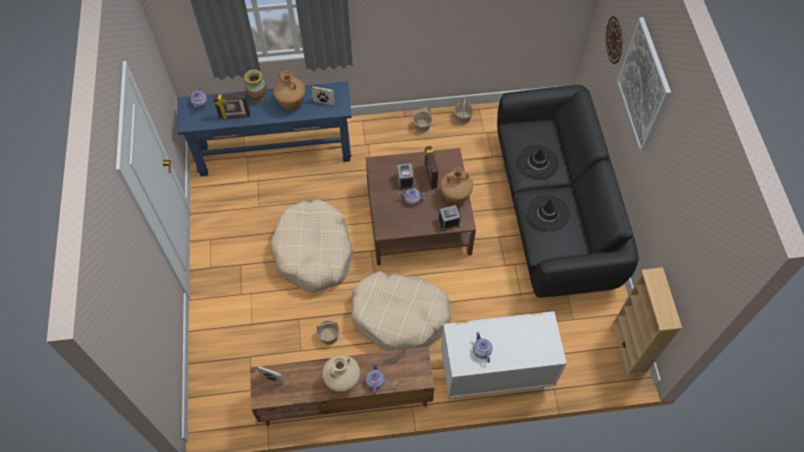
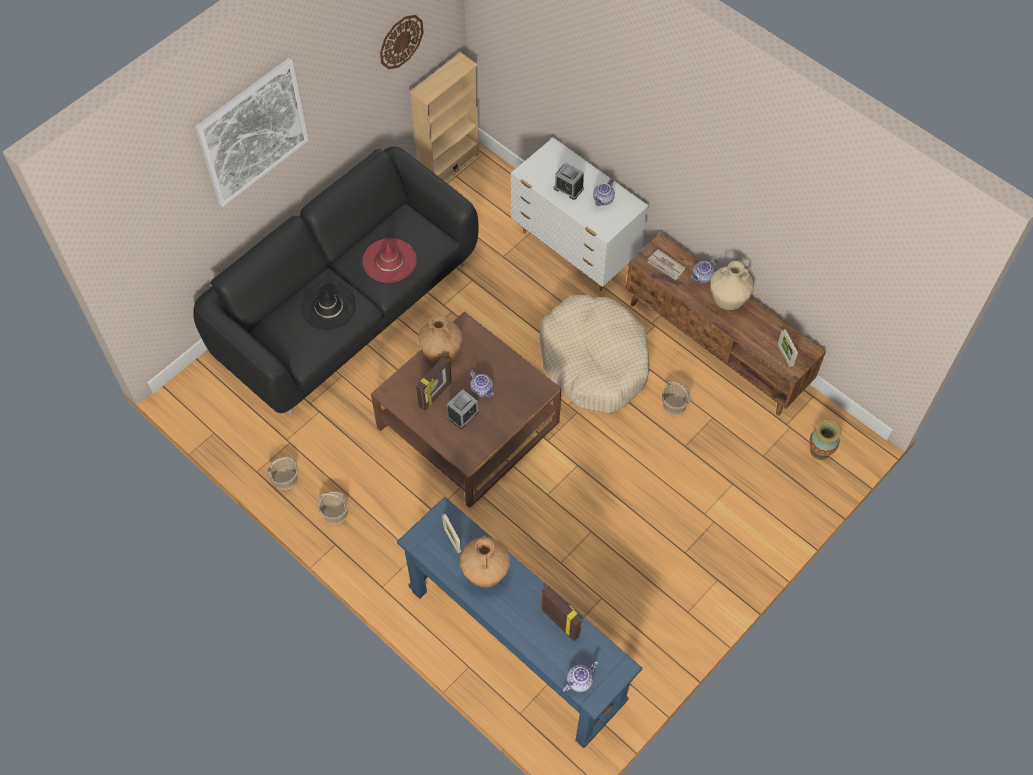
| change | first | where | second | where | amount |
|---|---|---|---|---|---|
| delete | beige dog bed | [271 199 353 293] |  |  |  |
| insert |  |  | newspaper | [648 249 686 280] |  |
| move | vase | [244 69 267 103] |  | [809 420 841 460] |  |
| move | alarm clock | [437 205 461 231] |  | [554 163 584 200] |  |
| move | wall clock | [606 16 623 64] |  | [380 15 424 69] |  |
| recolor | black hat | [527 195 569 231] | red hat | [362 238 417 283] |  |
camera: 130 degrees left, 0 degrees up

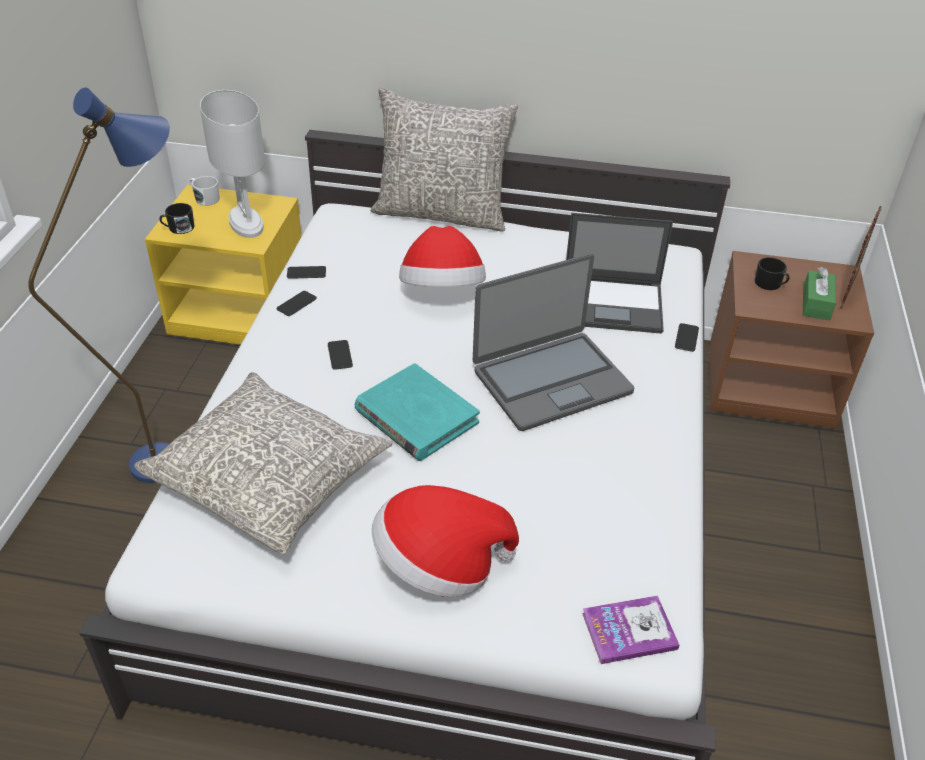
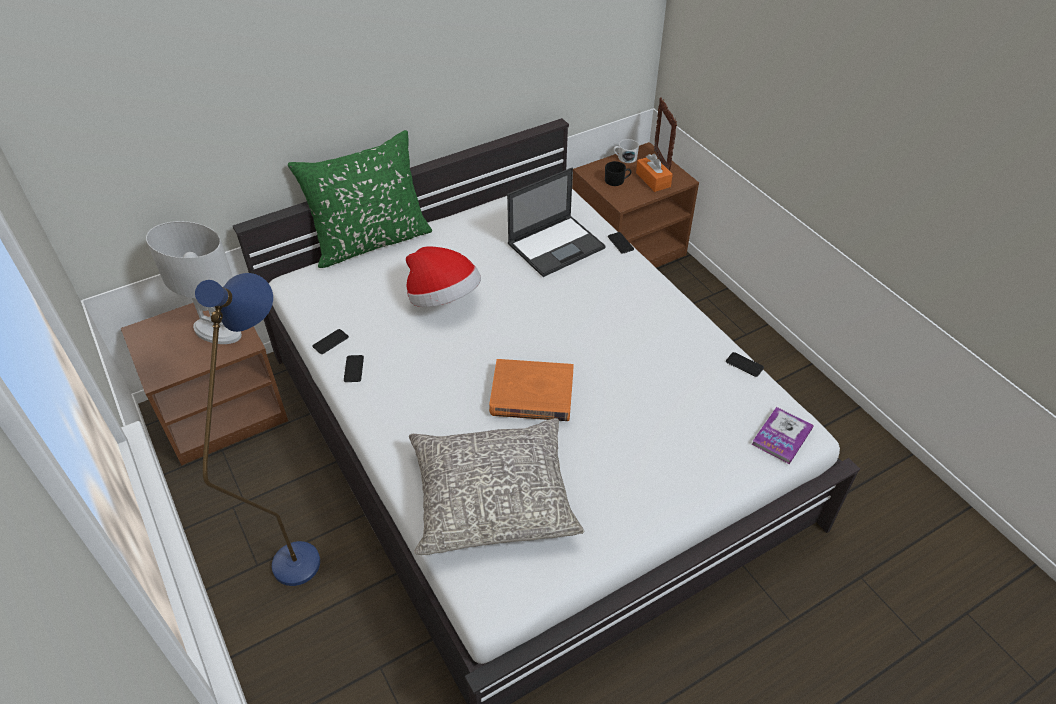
| change | first | where | second | where | amount |
|---|---|---|---|---|---|
| delete | black mug | [159 203 195 234] |  |  |  |
| delete | hat | [372 485 519 597] |  |  |  |
| delete | laptop | [473 254 635 431] |  |  |  |
| move | white mug | [189 176 220 206] |  | [613 139 639 163] |  |
| move | phone | [328 340 353 370] |  | [726 352 764 377] |  |
| recolor | yellow nightstand | [145 185 302 345] | brown nightstand | [121 303 288 466] |  |
| recolor | turquoise book | [355 363 480 461] | orange book | [489 359 574 421] |  |
| recolor | grey pillow | [370 87 518 232] | green pillow | [288 130 432 268] |  |
| recolor | green tissue box | [803 267 836 320] | orange tissue box | [636 154 673 192] |  |
camera: 40 degrees left, 5 degrees up

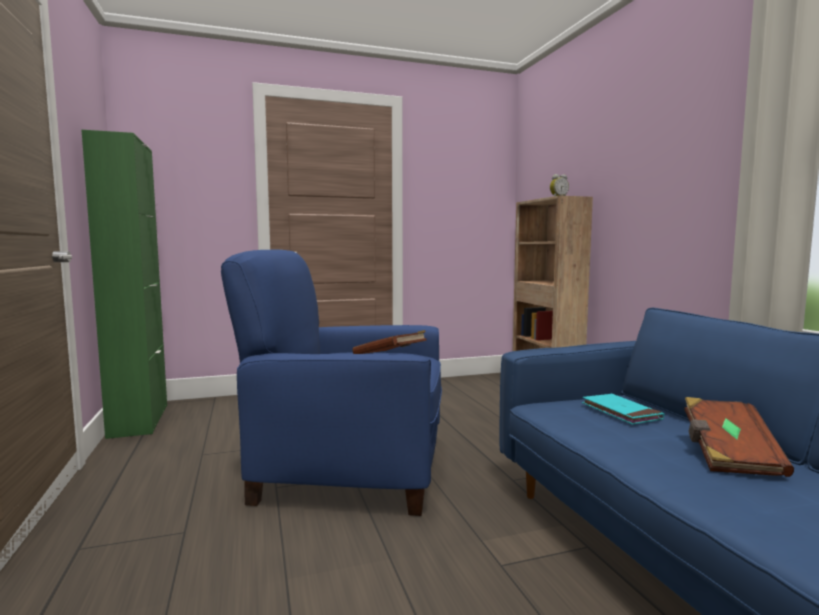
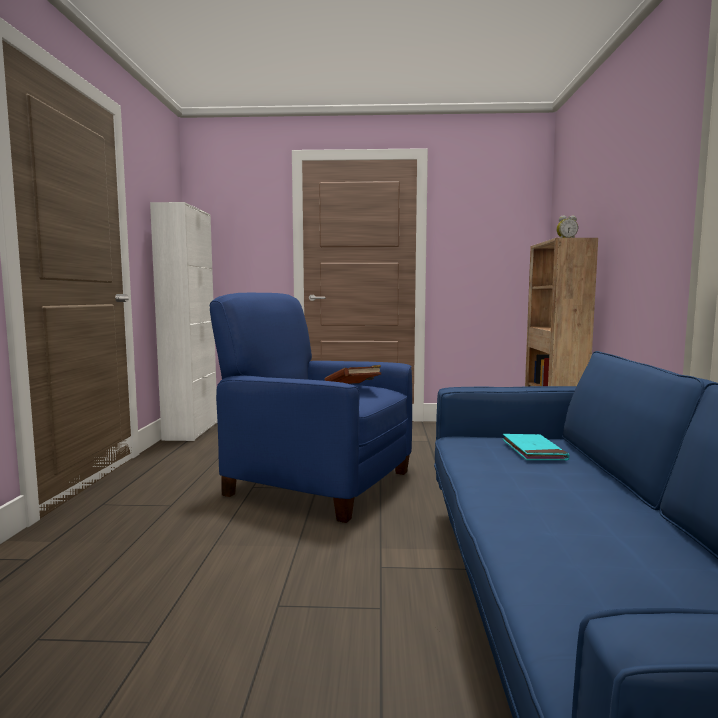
| change | first | where | second | where | amount |
|---|---|---|---|---|---|
| delete | brown book | [684 397 794 477] |  |  |  |
| recolor | green cabinet | [82 130 167 439] | white cabinet | [150 202 218 441] |  |
camera: 20 degrees right, 0 degrees up

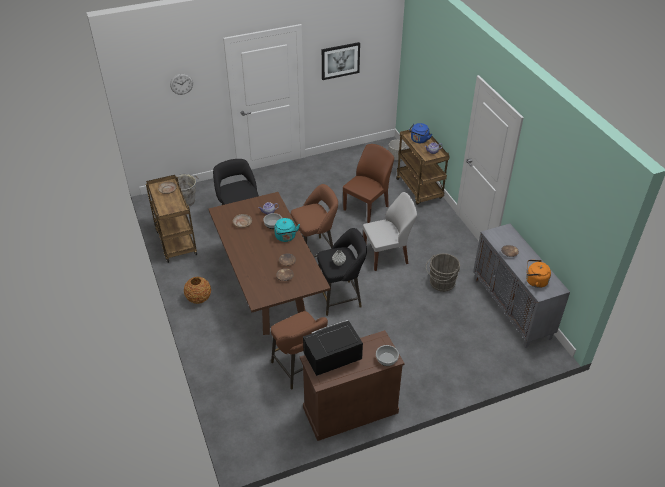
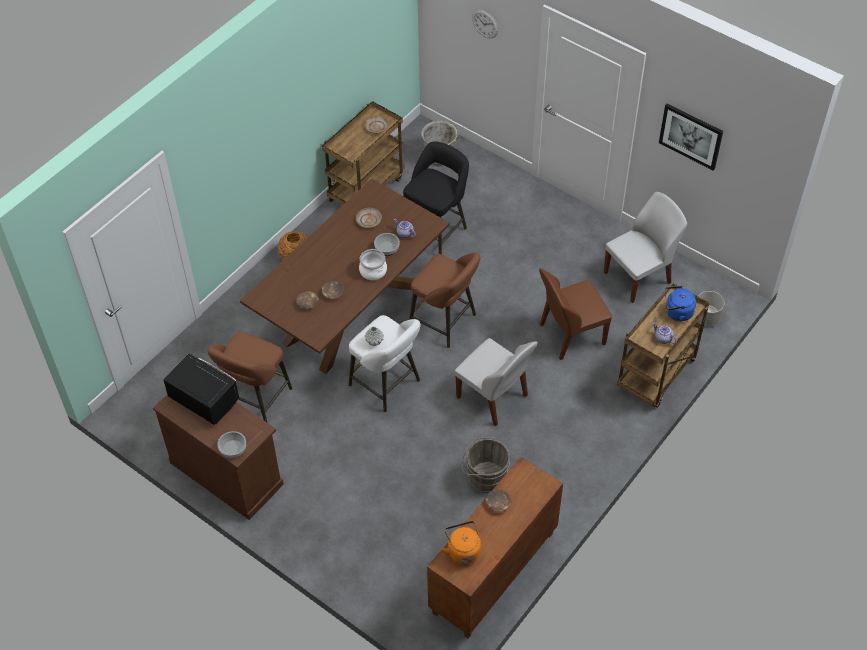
| change | first | where | second | where | amount |
|---|---|---|---|---|---|
| insert |  |  | white chair | [604 192 687 303] |  |
| replace | turquoise kettle | [274 218 300 242] | cooking pot | [359 249 387 280] |  |
| recolor | black stool | [317 228 367 316] | white stool | [349 315 421 412] |  |
| recolor | grey cabinet | [473 224 570 348] | brown cabinet | [427 457 563 639] |  |
| rotate | brown chair | [343 144 394 223] |  | [539 269 612 360] | 150 degrees clockwise |
camera: 60 degrees right, 10 degrees up

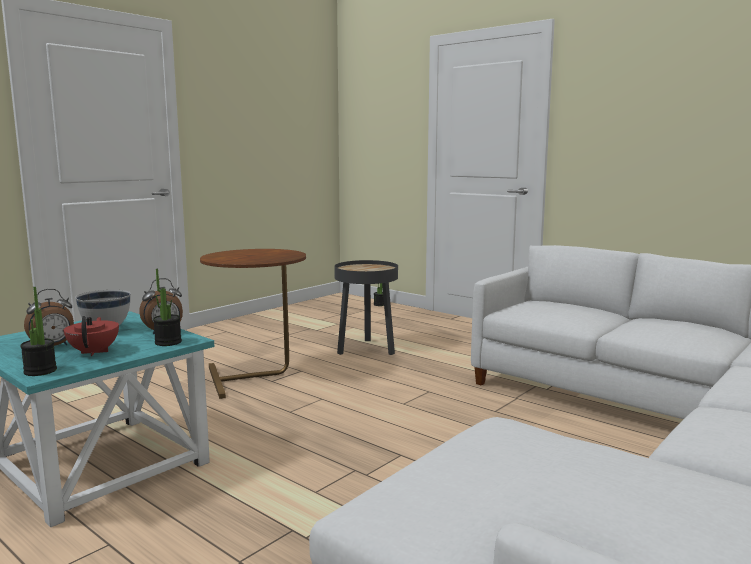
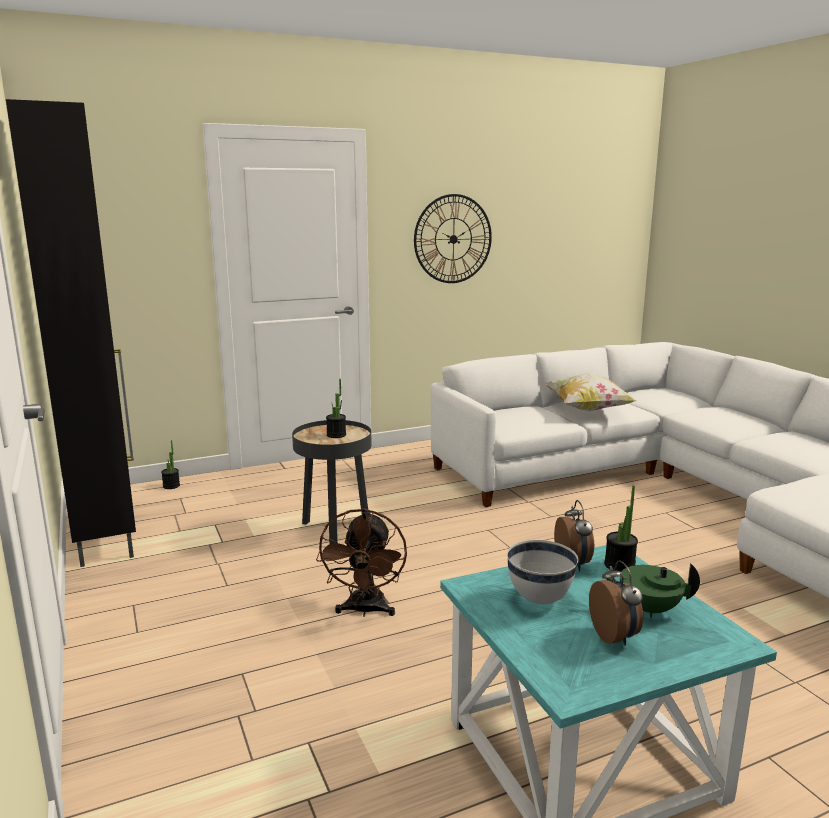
| change | first | where | second | where | amount |
|---|---|---|---|---|---|
| insert |  |  | black cabinet | [6 99 136 567] |  |
| insert |  |  | wall clock | [414 194 492 283] |  |
| insert |  |  | pillow | [545 373 638 411] |  |
| move | potted plant | [20 287 57 376] |  | [326 379 346 438] |  |
| replace | brown side table | [200 249 306 399] | brown fan | [316 508 407 617] |  |
| recolor | red teapot | [64 316 119 356] | green teapot | [602 563 700 618] |  |
camera: 65 degrees left, 5 degrees up

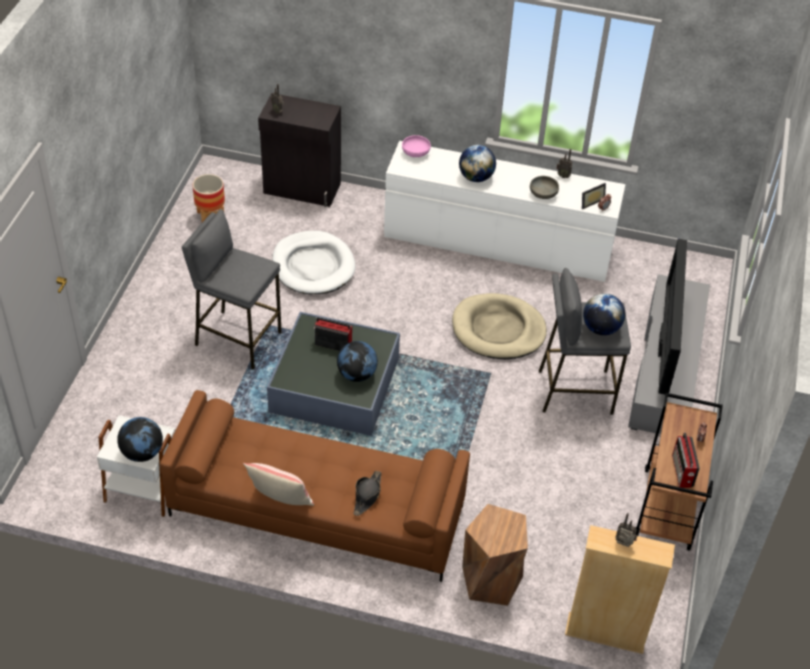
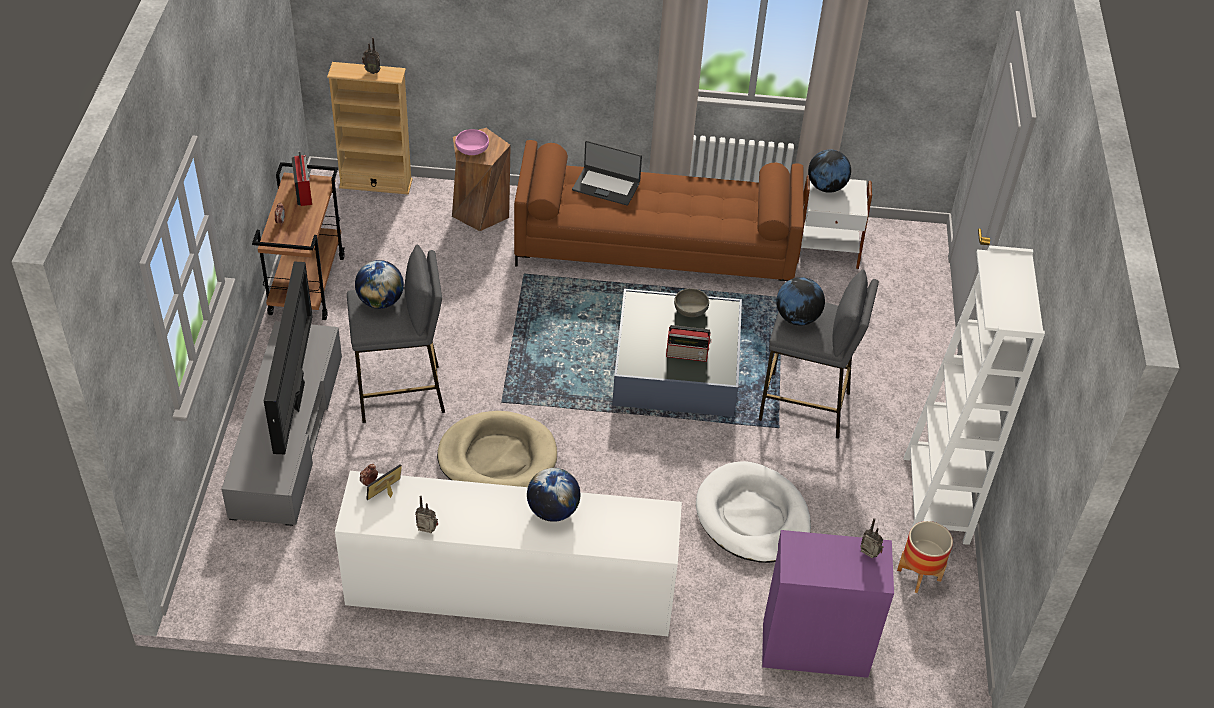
| change | first | where | second | where | amount |
|---|---|---|---|---|---|
| delete | pillow | [243 463 314 506] |  |  |  |
| insert |  |  | white bookcase | [904 245 1045 545] |  |
| move | globe | [337 341 378 382] |  | [776 277 825 326] |  |
| move | pink bowl | [402 135 431 157] |  | [455 129 489 155] |  |
| move | grey bowl | [530 176 559 199] |  | [674 288 709 317] |  |
| replace | black hat | [353 471 381 516] | laptop | [572 140 642 206] |  |
| recolor | black cabinet | [258 93 341 207] | purple cabinet | [762 530 894 678] |  |
camera: 170 degrees right, 0 degrees up

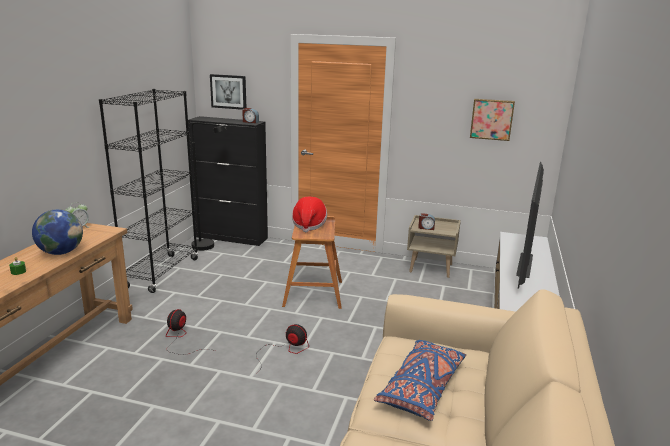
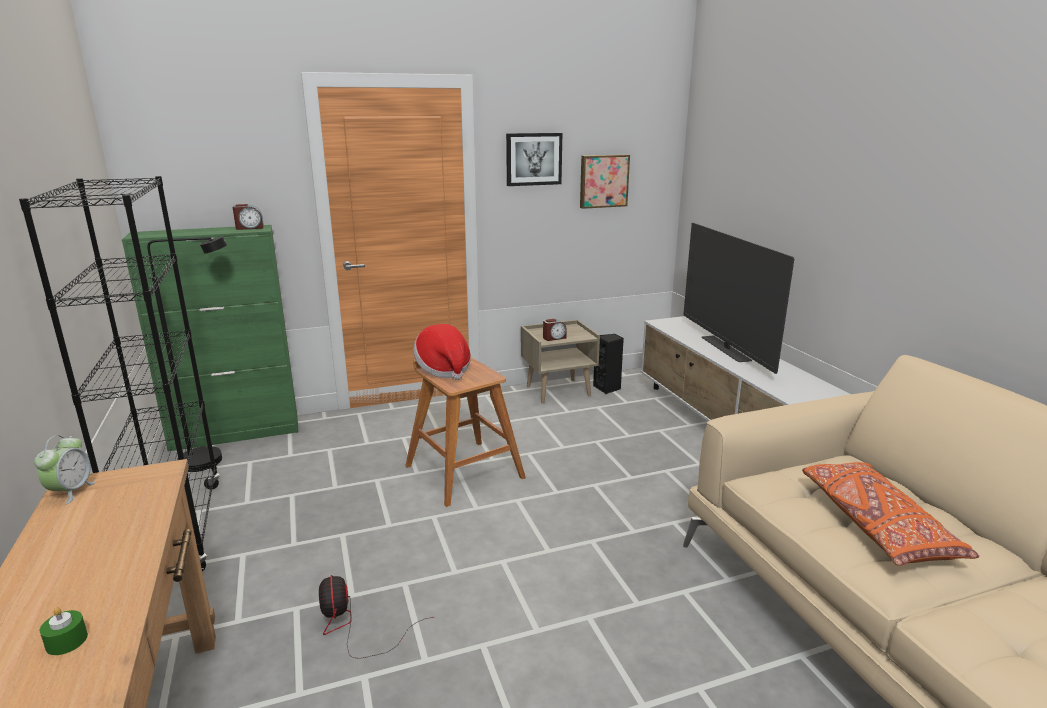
| change | first | where | second | where | amount |
|---|---|---|---|---|---|
| delete | globe | [32 209 83 255] |  |  |  |
| delete | fan | [257 324 309 373] |  |  |  |
| insert |  |  | black speaker | [593 334 624 394] |  |
| move | picture | [210 74 246 110] |  | [506 133 562 186] |  |
| recolor | black cabinet | [188 116 268 246] | green cabinet | [122 225 298 451] |  |
| recolor | blue pillow | [374 340 466 421] | orange pillow | [802 462 980 566] |  |
camera: 35 degrees left, 0 degrees up

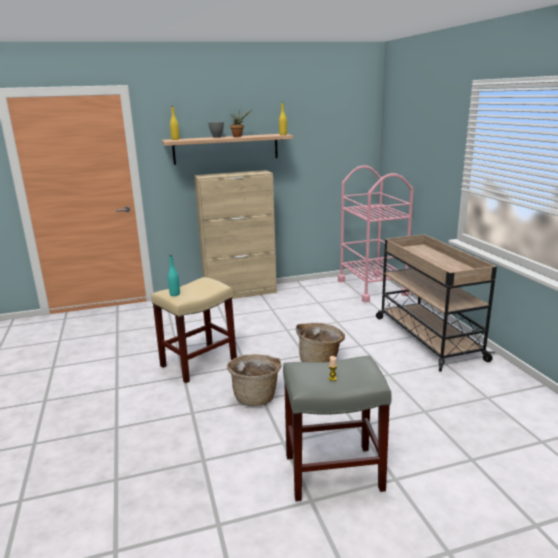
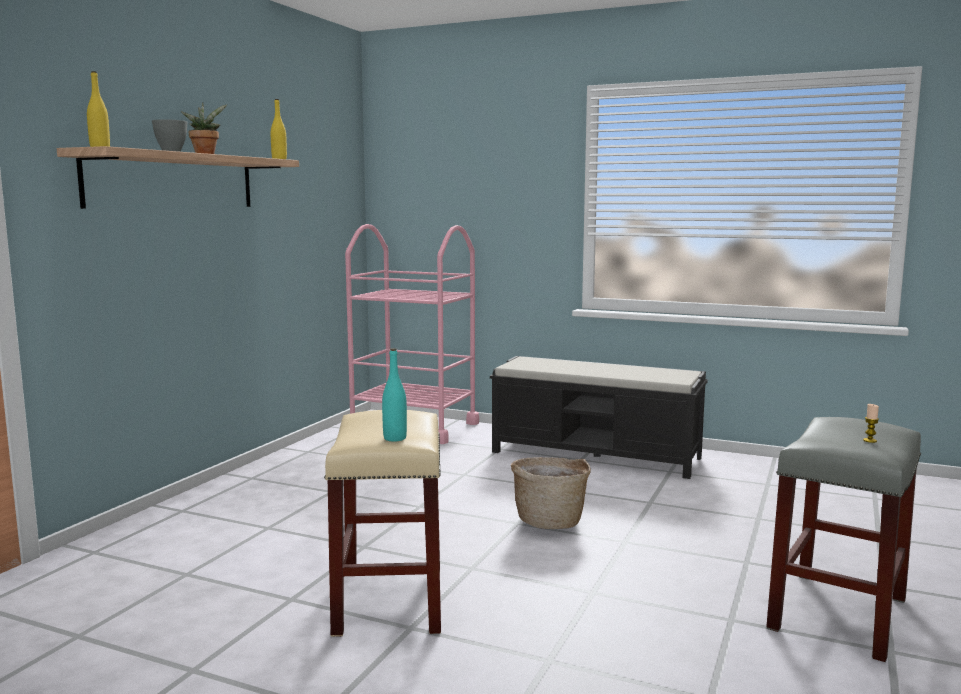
| change | first | where | second | where | amount |
|---|---|---|---|---|---|
| delete | beige cabinet | [194 170 277 299] |  |  |  |
| delete | basket | [227 354 282 406] |  |  |  |
| replace | beige cart | [376 234 497 372] | black bench | [490 356 708 479] |  |
camera: 50 degrees left, 10 degrees down

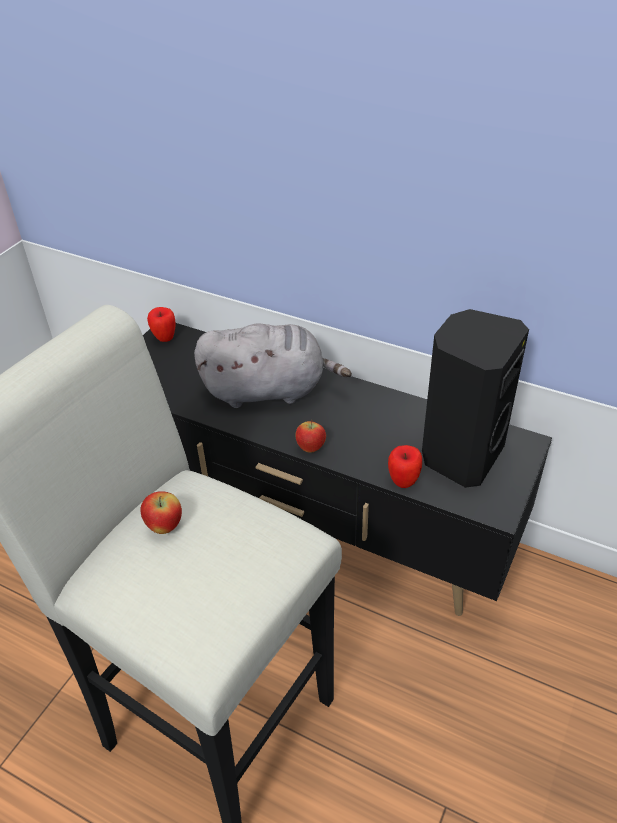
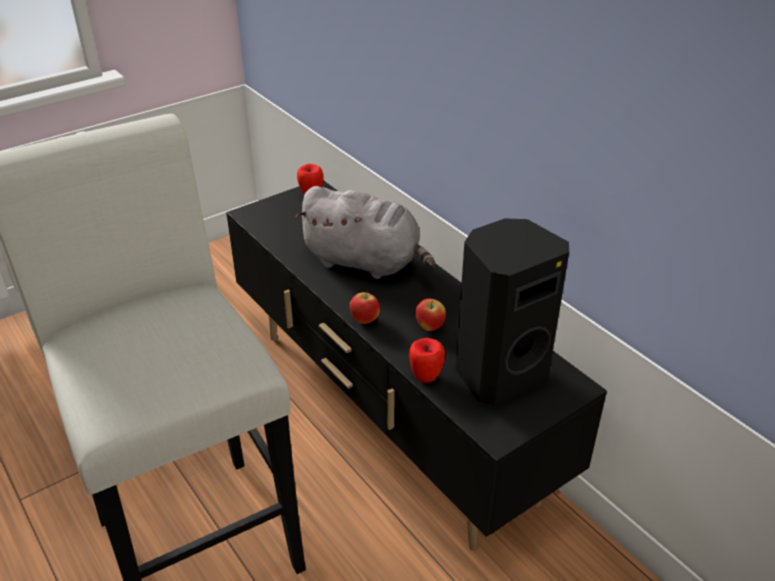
| change | first | where | second | where | amount |
|---|---|---|---|---|---|
| move | apple | [141 491 182 534] |  | [415 299 446 331] |  |
camera: 25 degrees right, 5 degrees down

